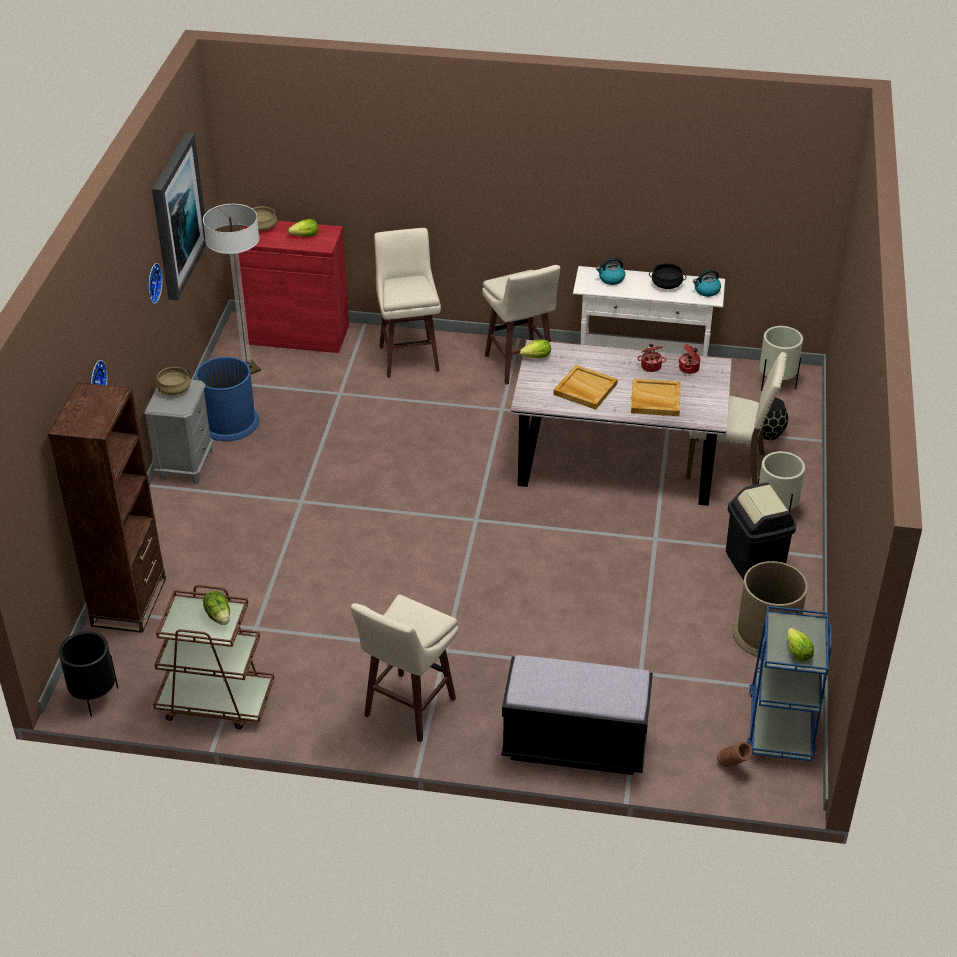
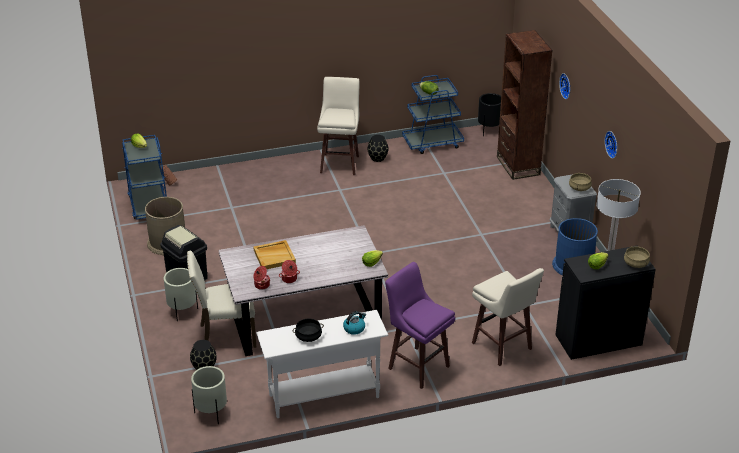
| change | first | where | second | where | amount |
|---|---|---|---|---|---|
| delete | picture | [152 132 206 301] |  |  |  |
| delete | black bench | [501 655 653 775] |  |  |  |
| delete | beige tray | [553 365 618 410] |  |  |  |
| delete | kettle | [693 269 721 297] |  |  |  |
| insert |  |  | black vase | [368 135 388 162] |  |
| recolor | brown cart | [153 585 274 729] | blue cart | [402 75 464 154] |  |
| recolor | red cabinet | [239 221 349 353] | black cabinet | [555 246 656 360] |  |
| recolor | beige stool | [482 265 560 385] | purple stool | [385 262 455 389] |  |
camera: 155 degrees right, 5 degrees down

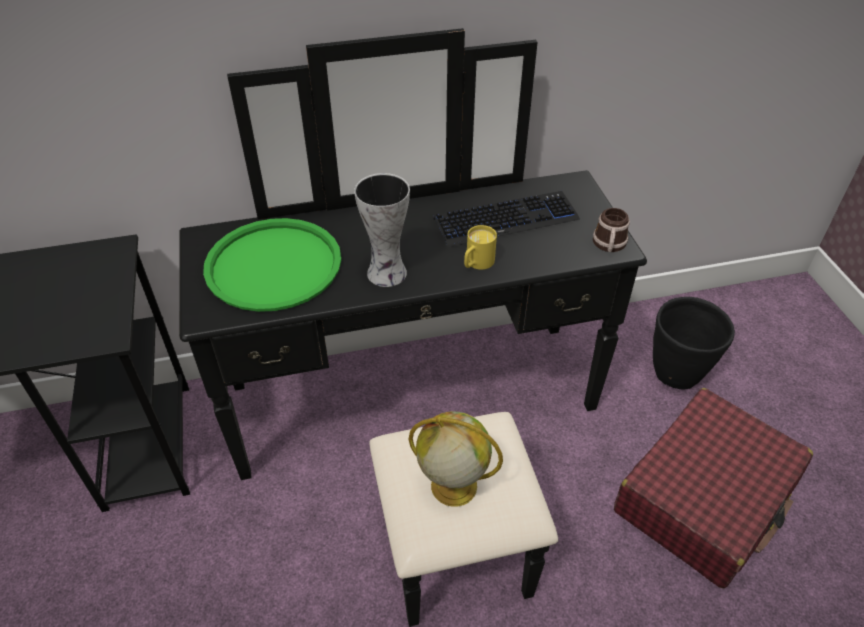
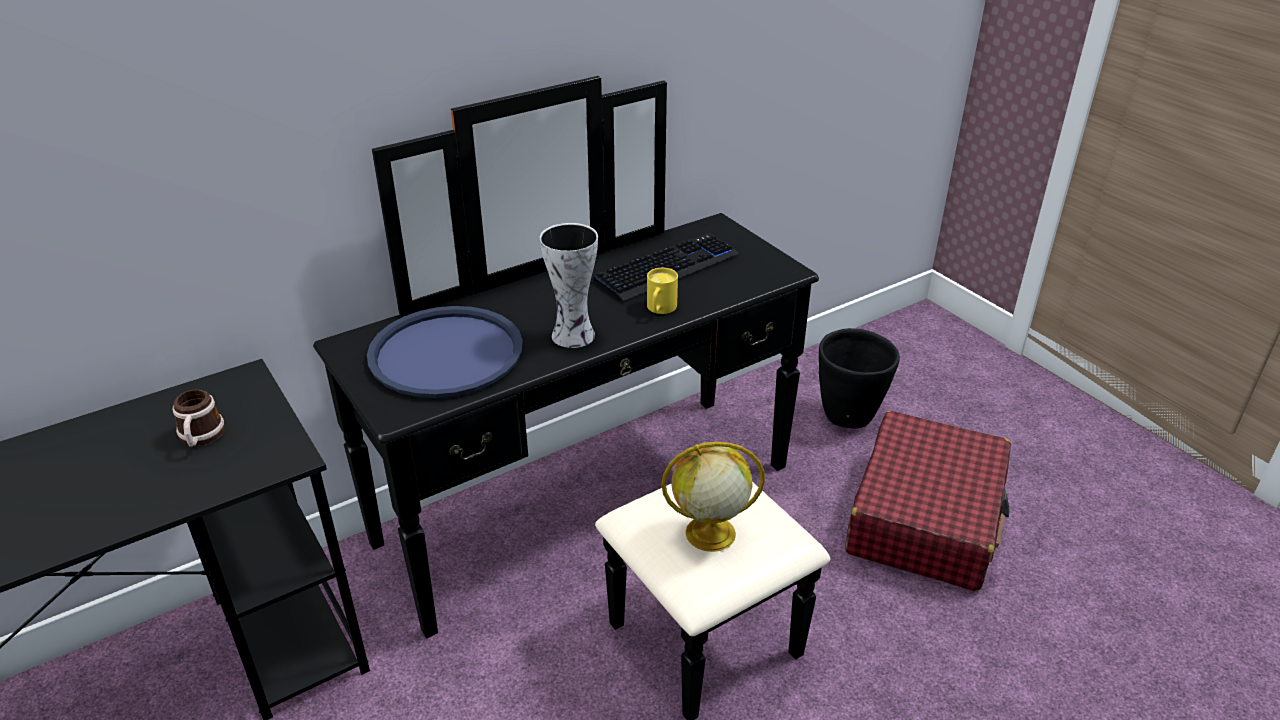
| change | first | where | second | where | amount |
|---|---|---|---|---|---|
| move | mug | [593 208 630 252] |  | [172 390 225 447] |  |
| recolor | green tray | [203 218 341 312] | blue tray | [367 306 523 398] |  |
camera: 20 degrees left, 10 degrees down

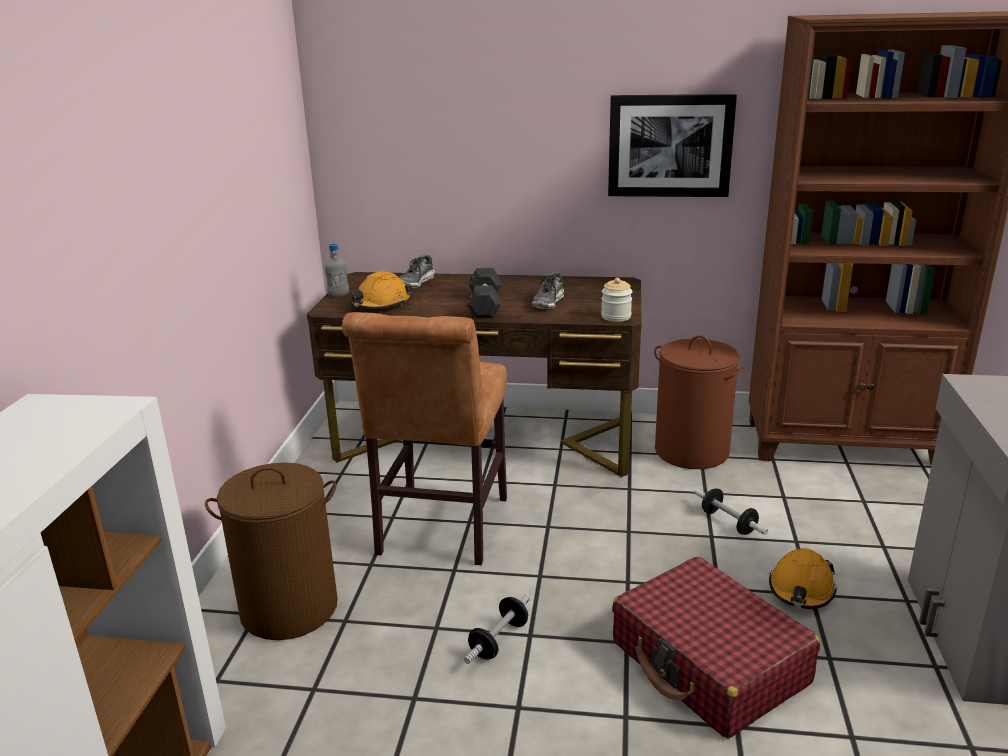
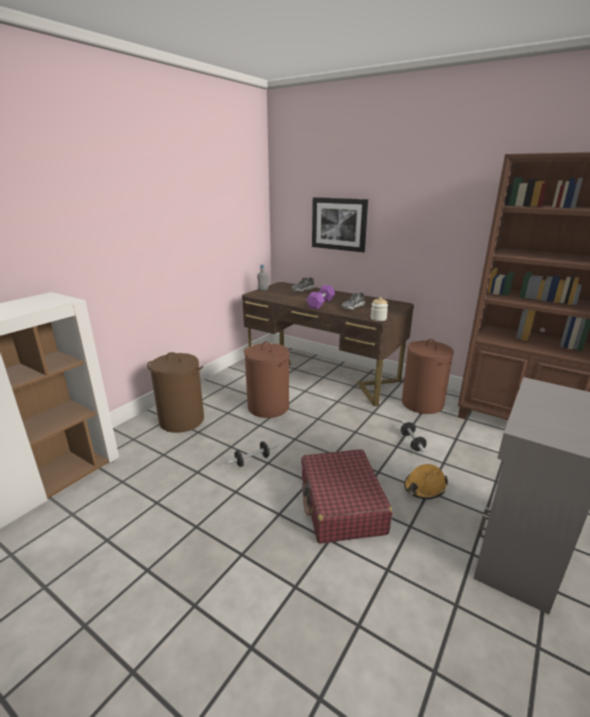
| change | first | where | second | where | amount |
|---|---|---|---|---|---|
| delete | orange hard hat | [350 271 411 309] |  |  |  |
| move | picture | [608 94 737 197] |  | [312 197 368 252] |  |
| replace | brown chair | [342 312 507 565] | brown laundry basket | [244 342 290 418] |  |
| recolor | black dumbbell | [467 268 501 318] | purple dumbbell | [306 285 335 309] |  |
camera: 25 degrees right, 0 degrees up

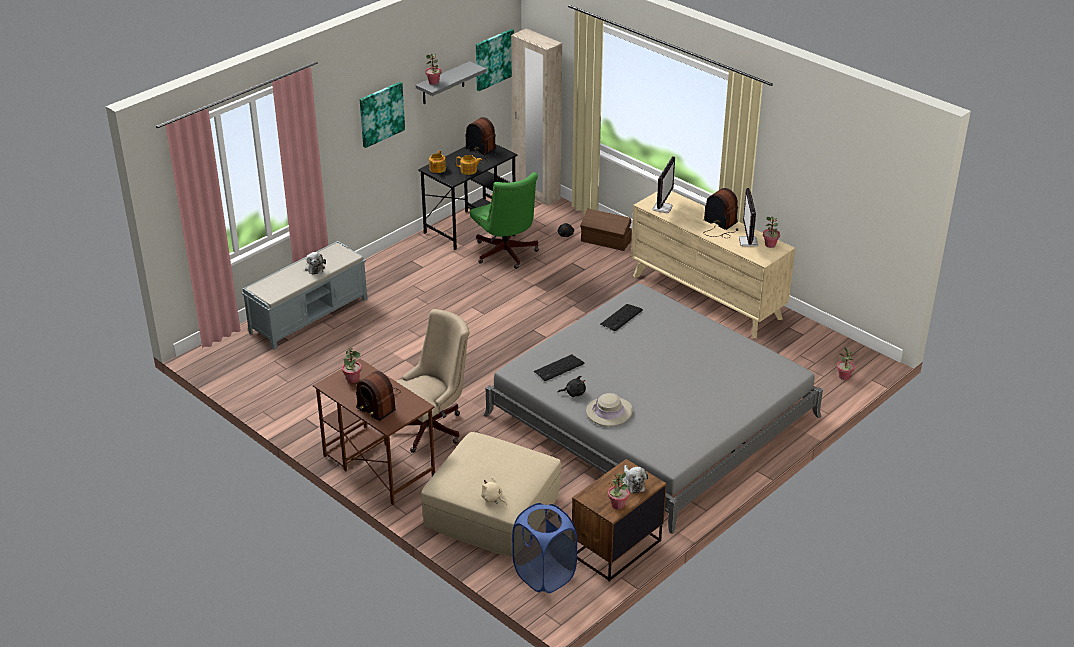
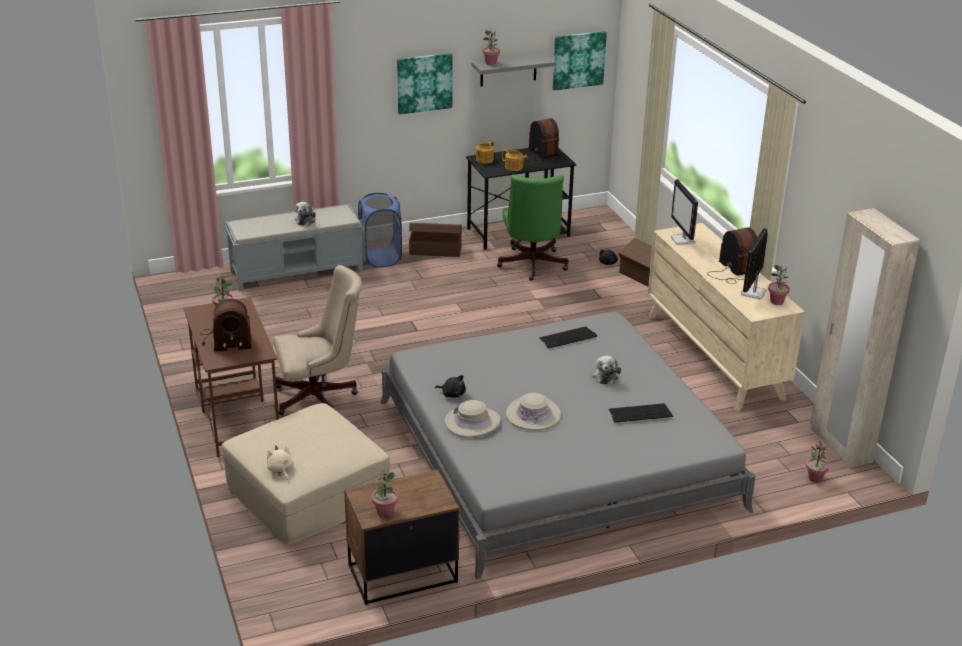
| change | first | where | second | where | amount |
|---|---|---|---|---|---|
| insert |  |  | brown storage box | [409 223 462 257] |  |
| insert |  |  | beige hat | [506 393 561 430] |  |
| move | beige wardrobe | [511 28 562 206] |  | [810 208 920 468] |  |
| move | blue laundry basket | [512 503 577 593] |  | [358 193 402 267] |  |
| move | keyboard | [534 354 585 381] |  | [609 403 673 422] |  |
| move | plush toy | [622 465 648 494] |  | [593 356 621 385] |  |
| rotate | radio | [356 371 401 421] |  | [200 299 251 351] | 75 degrees counterclockwise |
| rotate | monitor | [652 156 675 213] |  | [671 179 698 245] | 120 degrees clockwise |
camera: 25 degrees right, 5 degrees down

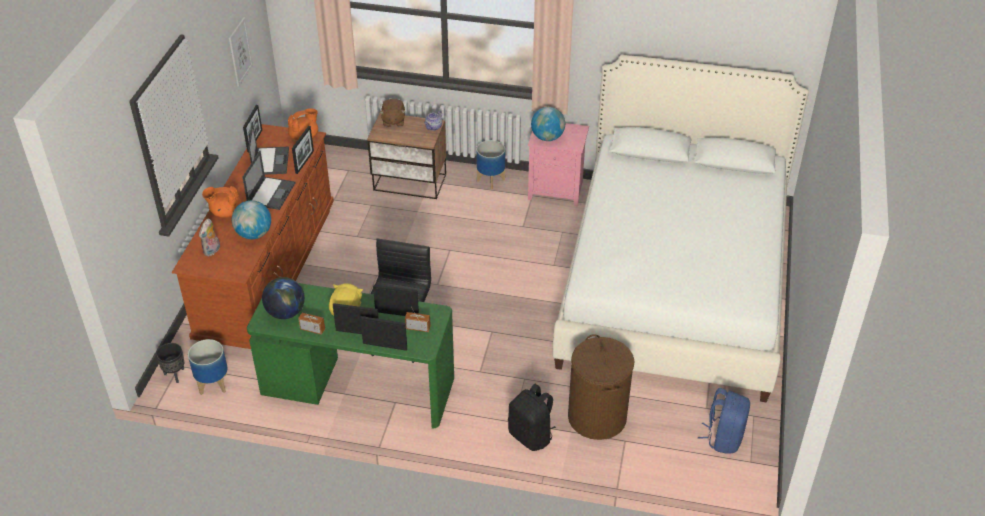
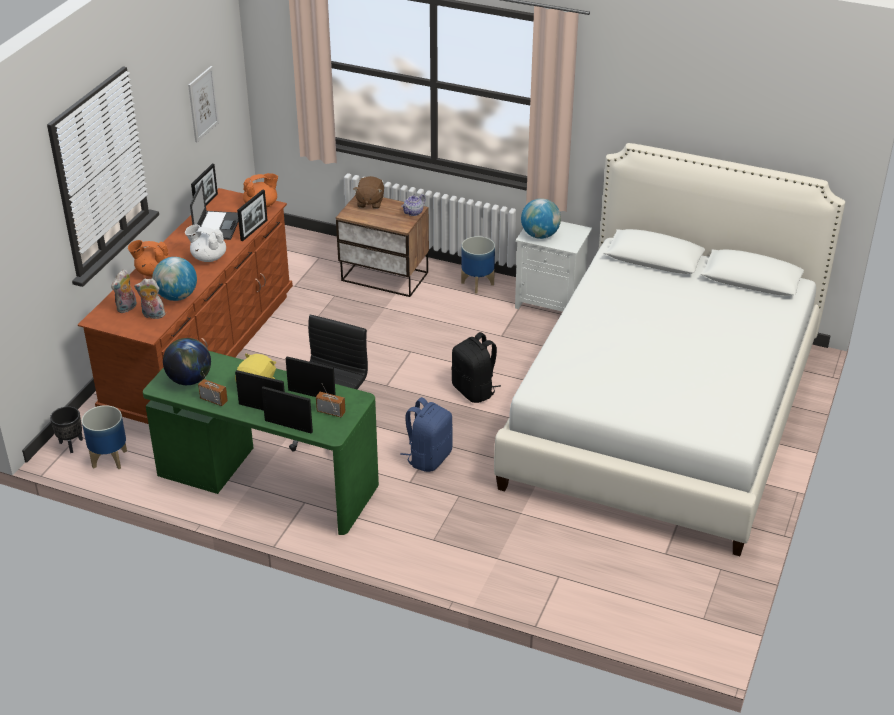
| change | first | where | second | where | amount |
|---|---|---|---|---|---|
| delete | brown laundry basket | [568 334 635 440] |  |  |  |
| insert |  |  | plush toy | [134 278 165 319] |  |
| move | black backpack | [508 384 556 451] |  | [451 332 501 403] |  |
| move | blue backpack | [698 388 750 453] |  | [400 397 453 472] |  |
| replace | laptop | [242 151 295 210] | white teapot | [185 225 226 262] |  |
| recolor | pink nightstand | [528 123 589 207] | white nightstand | [515 221 592 312] |  |
camera: 10 degrees right, 5 degrees down

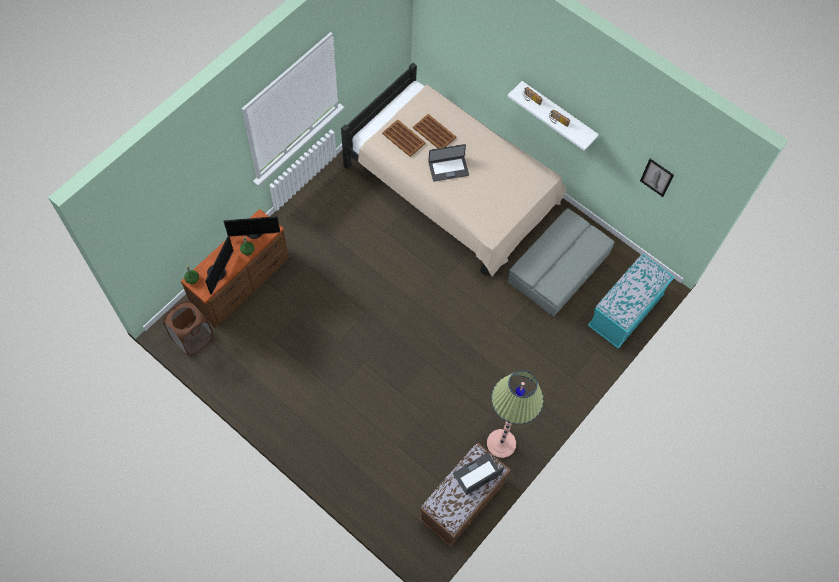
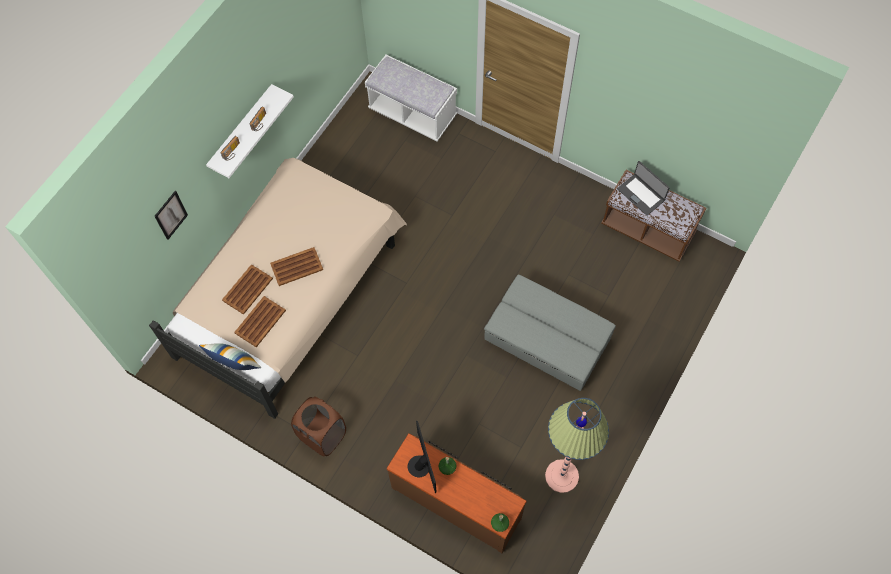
| change | first | where | second | where | amount |
|---|---|---|---|---|---|
| delete | monitor | [205 235 233 295] |  |  |  |
| insert |  |  | pillow | [199 343 261 370] |  |
| move | brown laundry basket | [163 301 213 355] |  | [291 397 346 456] |  |
| move | floor lamp | [487 370 544 458] |  | [545 398 609 493] |  |
| move | grey ottoman | [508 208 615 317] |  | [484 275 616 391] |  |
| move | picture | [640 159 674 197] |  | [154 191 188 240] |  |
| replace | laptop | [428 144 469 182] | brown tray | [270 247 323 286] |  |
| recolor | turquoise bench | [587 254 674 349] | white bench | [365 55 457 141] |  |
camera: 95 degrees left, 0 degrees up

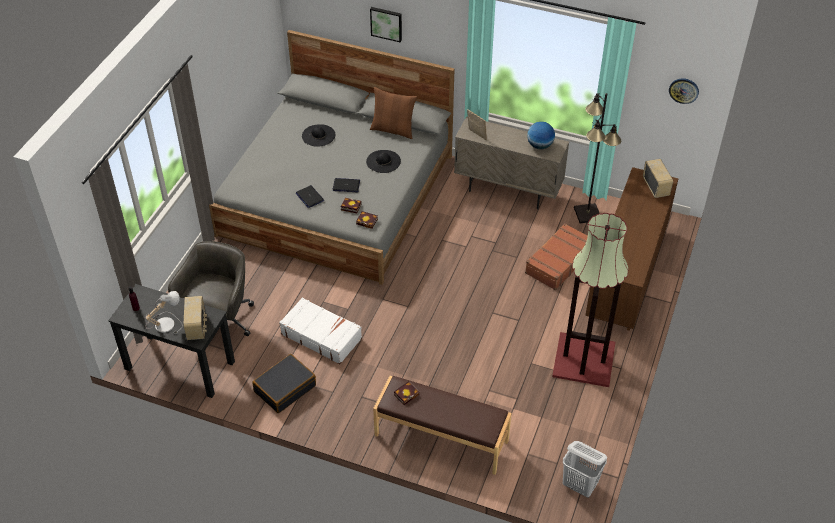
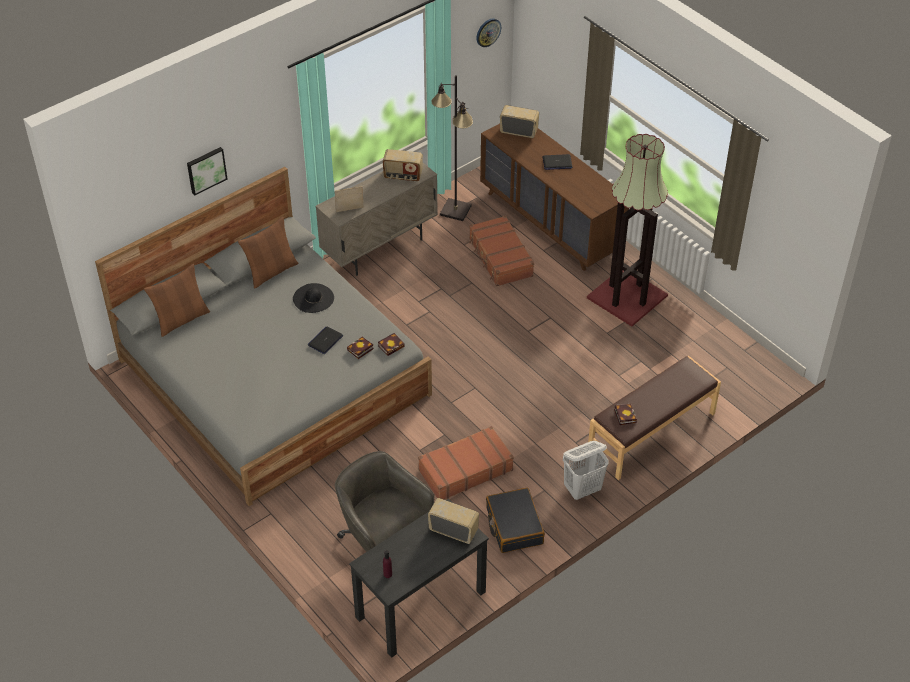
| change | first | where | second | where | amount |
|---|---|---|---|---|---|
| delete | table lamp | [144 291 183 334] |  |  |  |
| delete | black hat | [302 124 335 147] |  |  |  |
| insert |  |  | brown pillow | [144 264 210 337] |  |
| move | laptop | [296 185 324 208] |  | [543 154 572 170] |  |
| move | white laundry basket | [563 441 607 498] |  | [563 441 609 500] |  |
| replace | globe | [527 122 555 149] | radio | [383 149 423 182] |  |
| recolor | white suitcase | [279 297 362 364] | brown suitcase | [418 426 514 499] |  |
camera: 60 degrees left, 0 degrees up

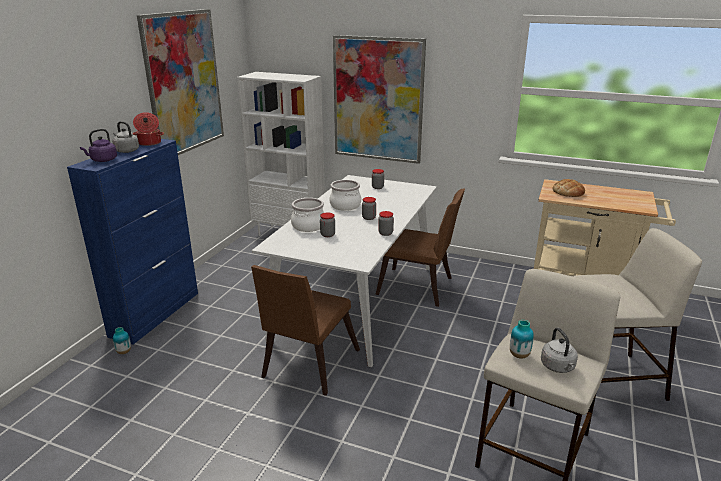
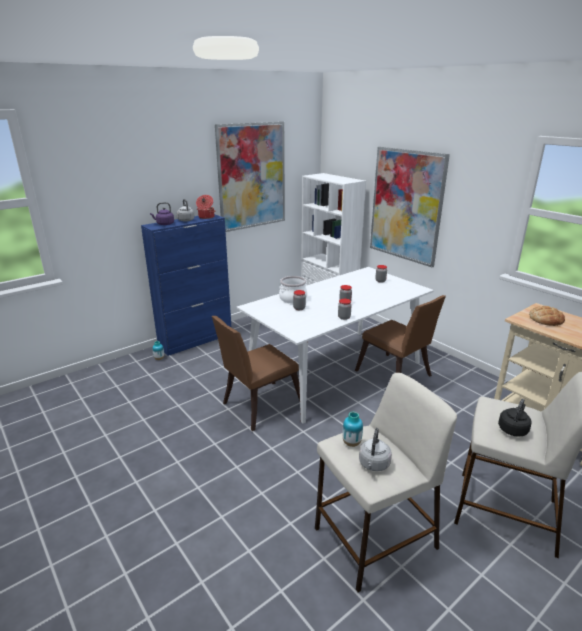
| change | first | where | second | where | amount |
|---|---|---|---|---|---|
| delete | cooking pot | [329 180 361 211] |  |  |  |
| insert |  |  | black kettle | [498 399 531 437] |  |
camera: 30 degrees right, 0 degrees up

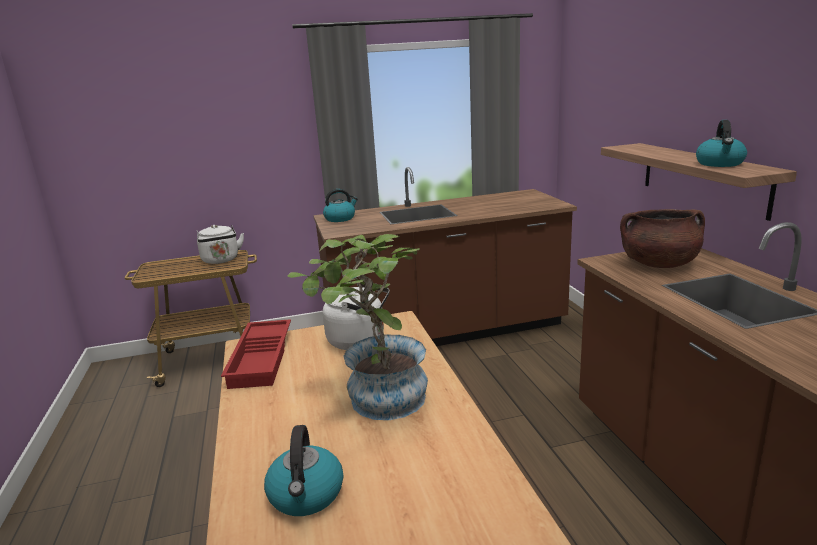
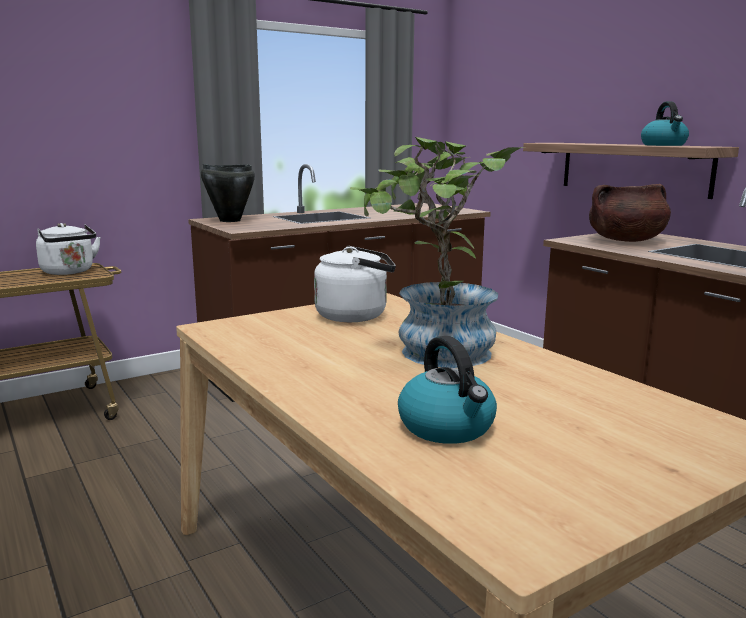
| change | first | where | second | where | amount |
|---|---|---|---|---|---|
| delete | red tray | [221 319 291 389] |  |  |  |
| replace | kettle | [323 189 358 222] | black cooking pot | [201 164 255 222] |  |
camera: 20 degrees left, 5 degrees down

